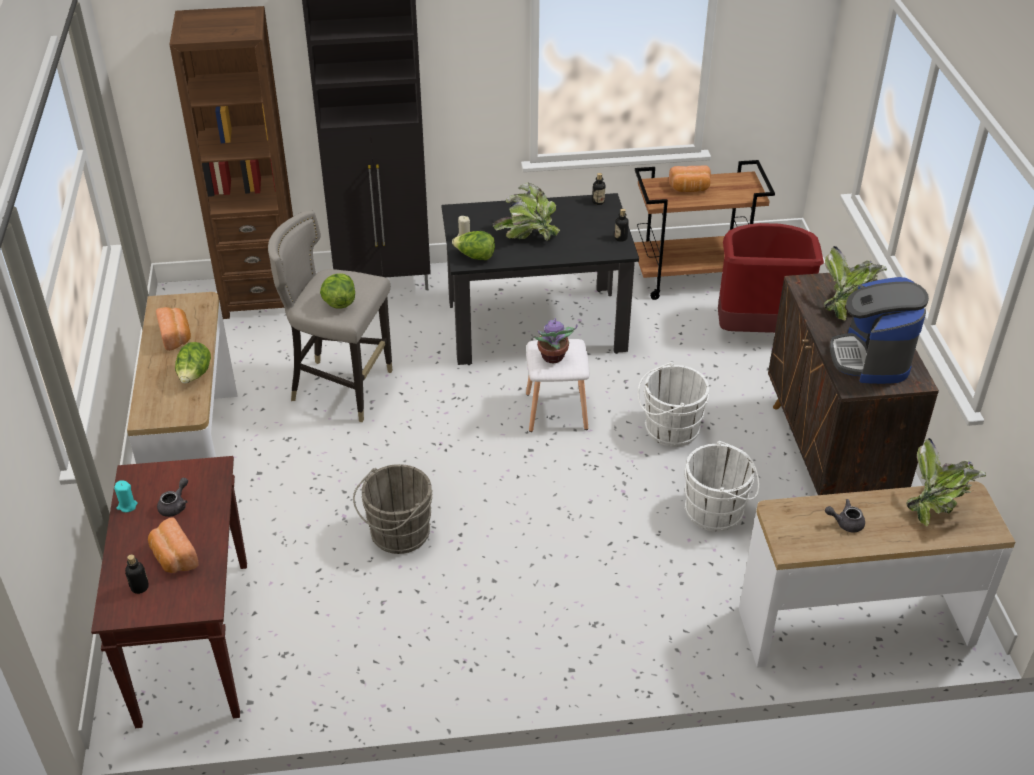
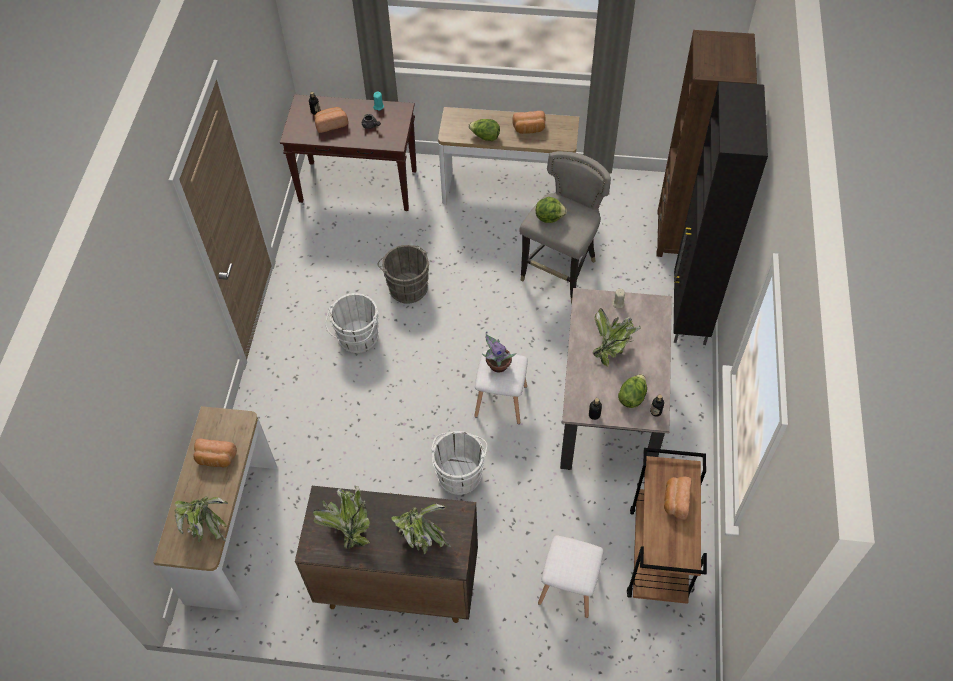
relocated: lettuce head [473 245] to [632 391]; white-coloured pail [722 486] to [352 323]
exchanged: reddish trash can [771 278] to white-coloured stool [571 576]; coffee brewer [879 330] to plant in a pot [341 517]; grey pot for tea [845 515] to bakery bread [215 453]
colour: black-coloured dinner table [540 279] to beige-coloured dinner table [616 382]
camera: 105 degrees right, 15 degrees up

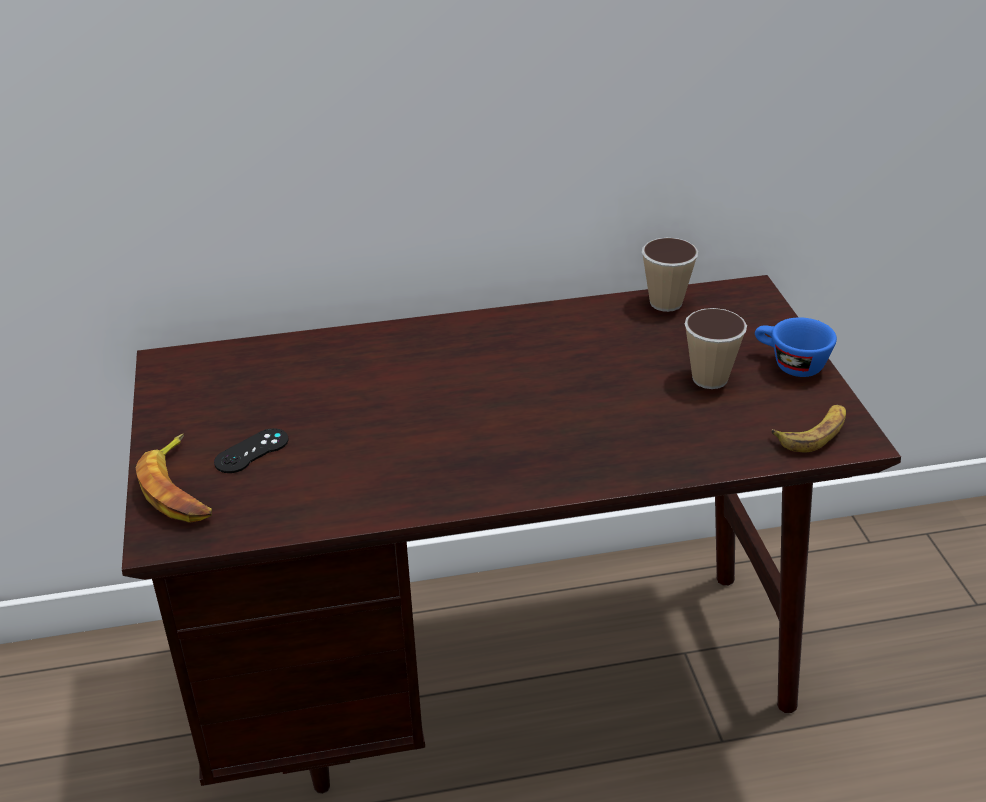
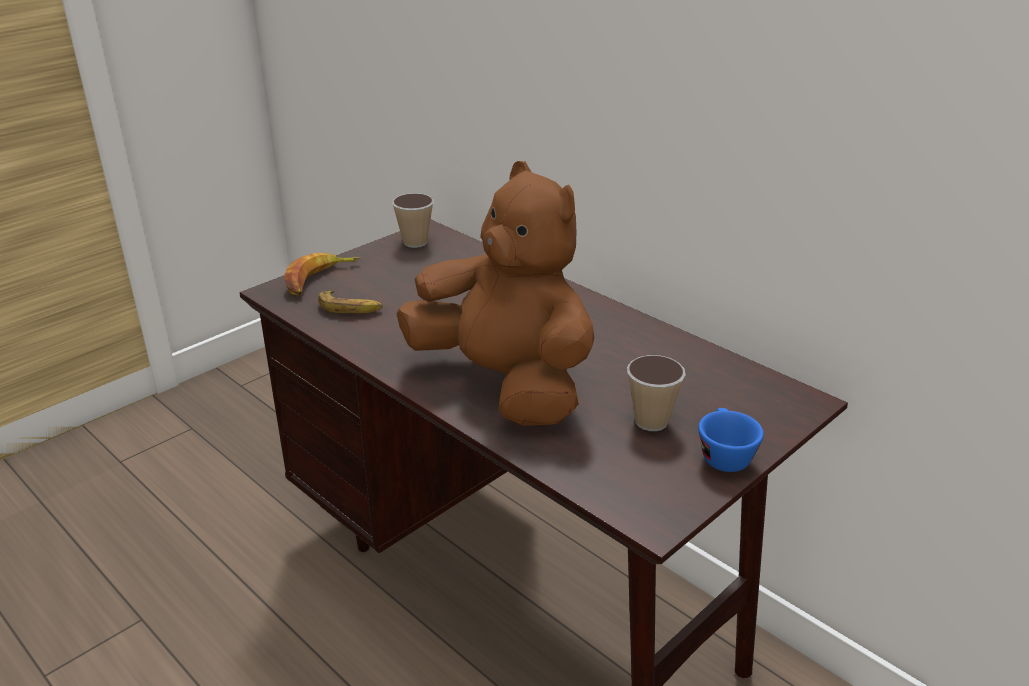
missing: black-coloured joypad [251 450]
appeared: brown-coloured cuddly toy [495 293]
relocated: drinking cup [670 275] to [413 220]; whole banana [809 429] to [350 301]
camera: 55 degrees right, 5 degrees down

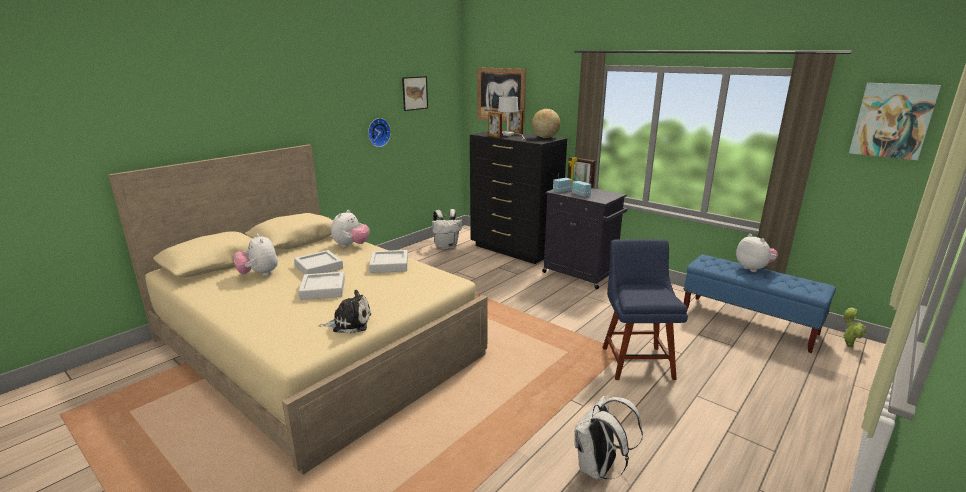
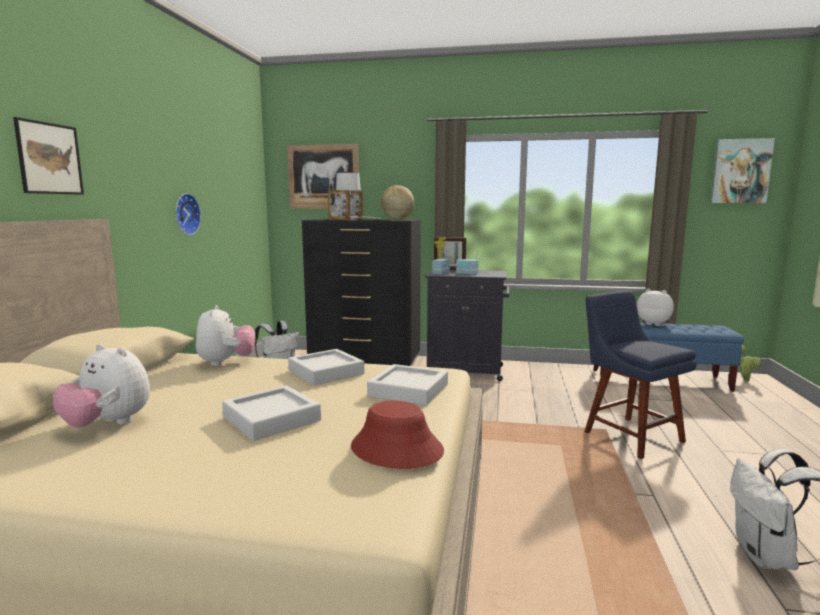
relocated: picture [415 93] to [48 156]; grey carrying tray [318 262] to [407 385]
exchanged: cuddly toy [345 312] to reddish wearable hat [397 435]
camera: 30 degrees left, 10 degrees down

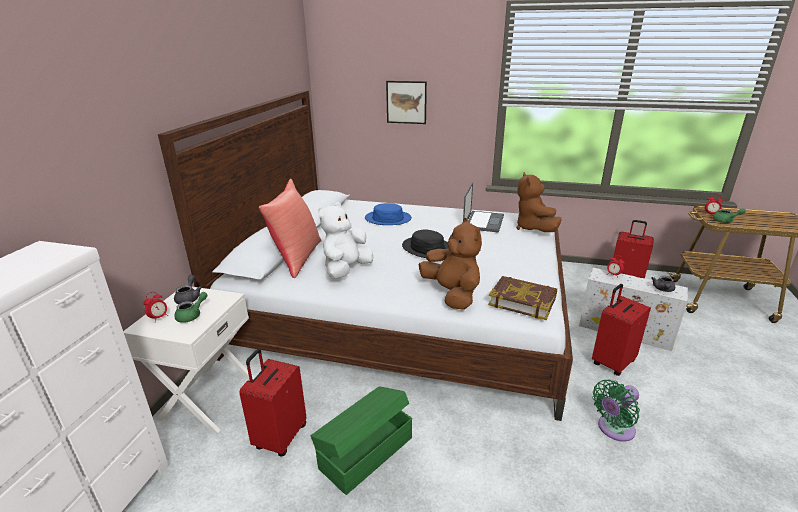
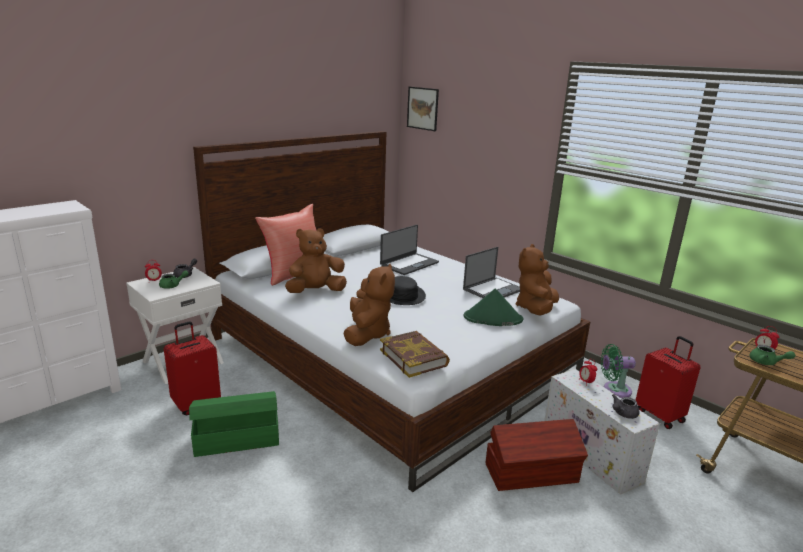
appeared: green wearable hat [493 307]
relocated: picture [406 102] to [423 109]; green electric fan [616 410] to [618 371]
exchanged: blue wearable hat [388 214] to laptop [409 250]; reddish piece of luggage [621 330] to brown-coloured storage bin [537 455]
colour: white-coloured cuddly toy [345 240] to brown-coloured cuddly toy [316 260]
camera: 30 degrees right, 5 degrees down

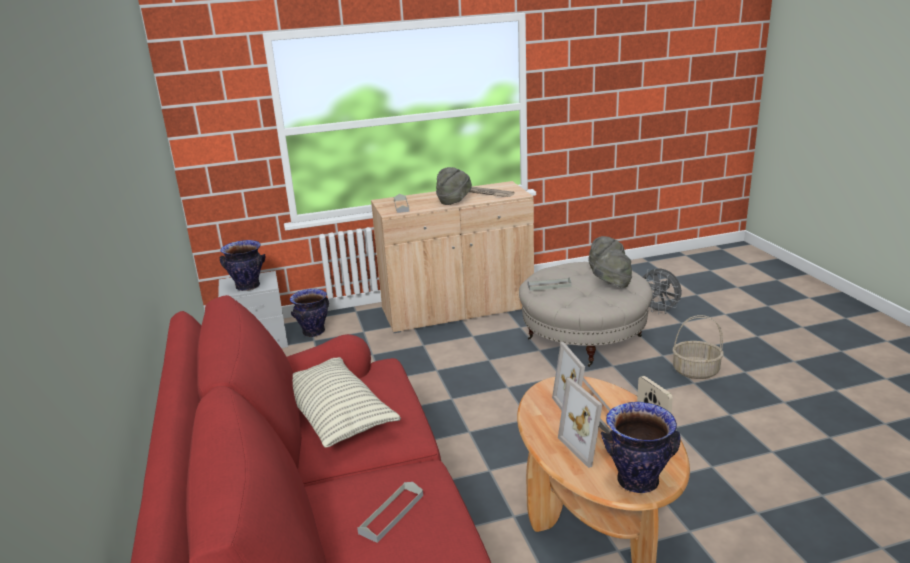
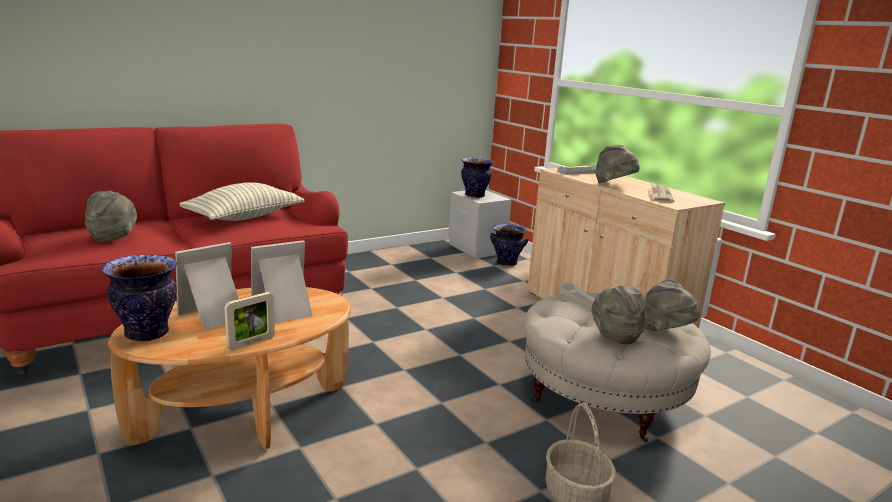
missing: grey electric fan [662 291]
exchanged: grey carrying tray [390 512] to grey wearable hat [111 216]
camera: 70 degrees right, 5 degrees down

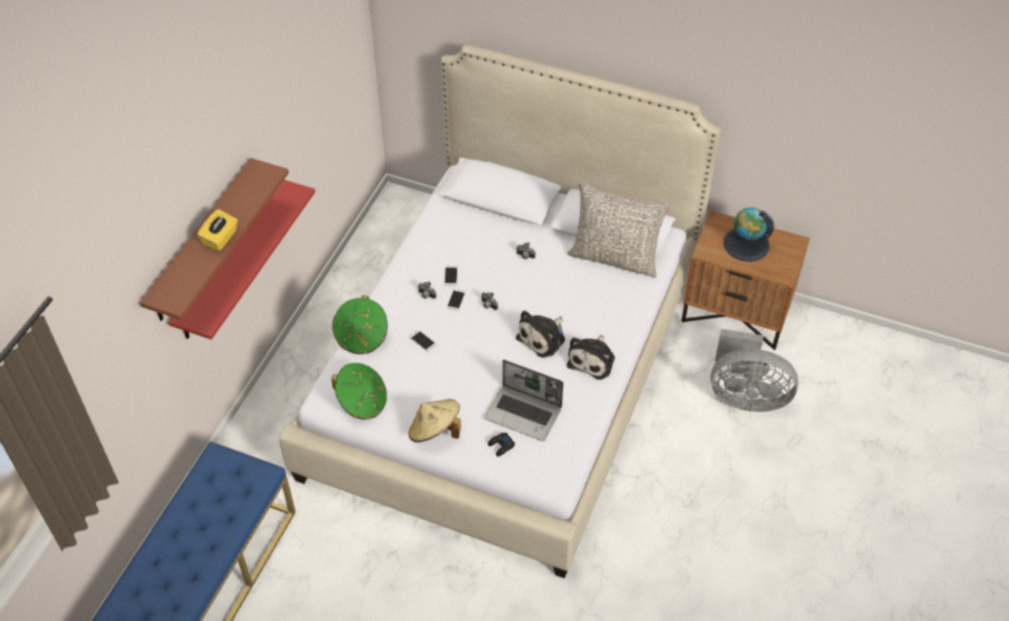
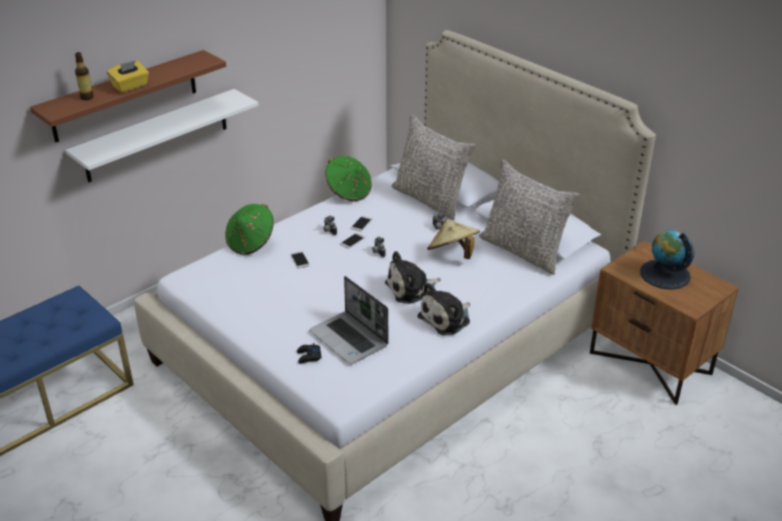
missing: grey electric fan [754 370]
appeared: beverage bottle [84 76]; grey pillow [433 167]
relocated: green wearable hat [359 391] to [348 178]; beige-coloured wearable hat [434 420] to [453 239]
colour: reddish bracket shelf [241 260] to white-coloured bracket shelf [162 135]
camera: 25 degrees right, 15 degrees down

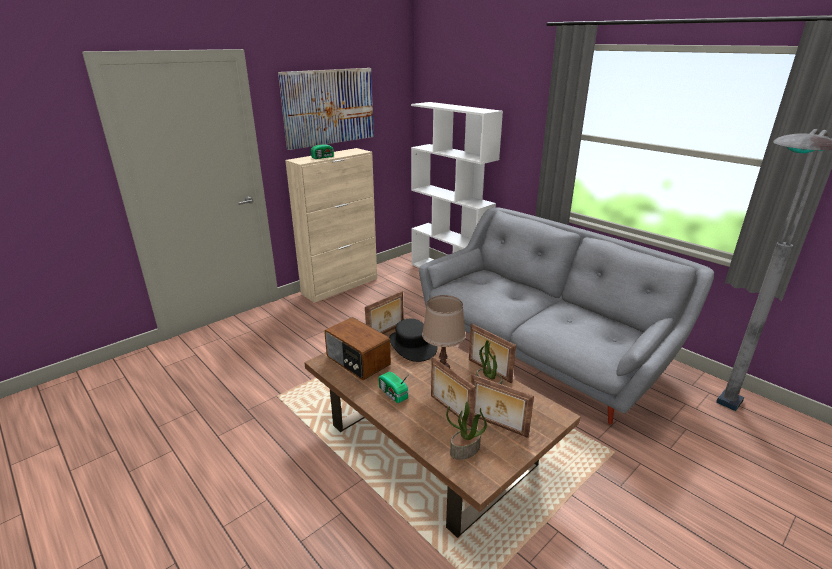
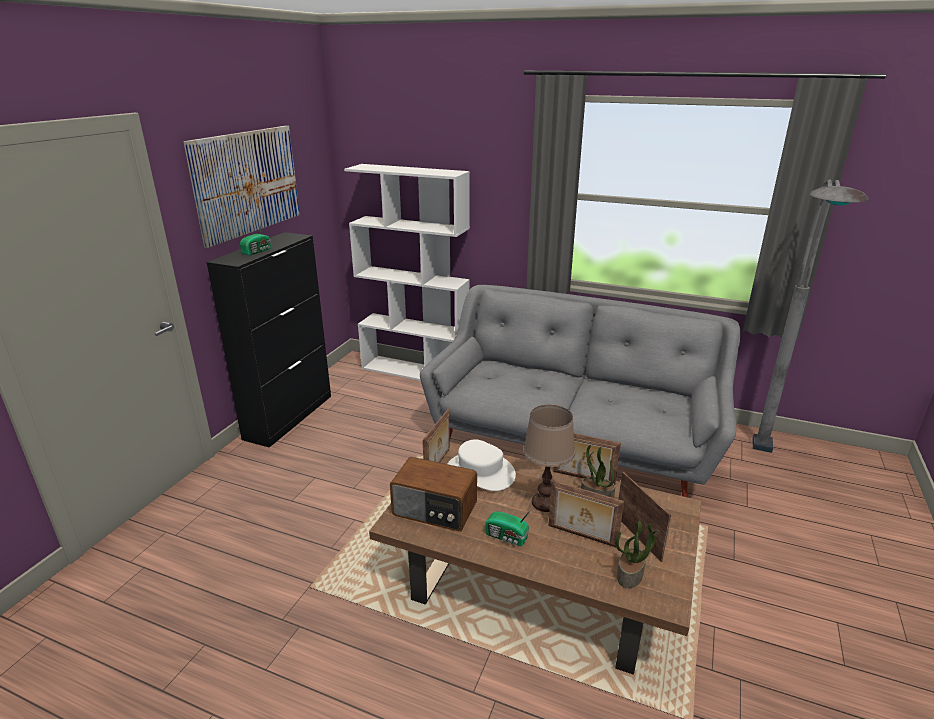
colour: beige-coloured cabinet [331 225] to black-coloured cabinet [269 340]; black-coloured wearable hat [413 340] to white-coloured wearable hat [482 465]
spun: picture frame [502 406] = [644 517] 120 degrees counterclockwise
camera: 25 degrees left, 0 degrees up

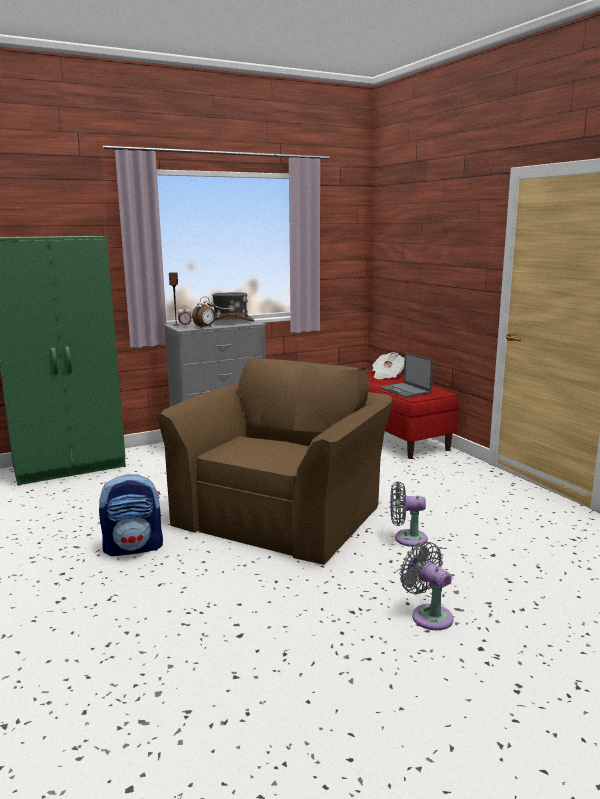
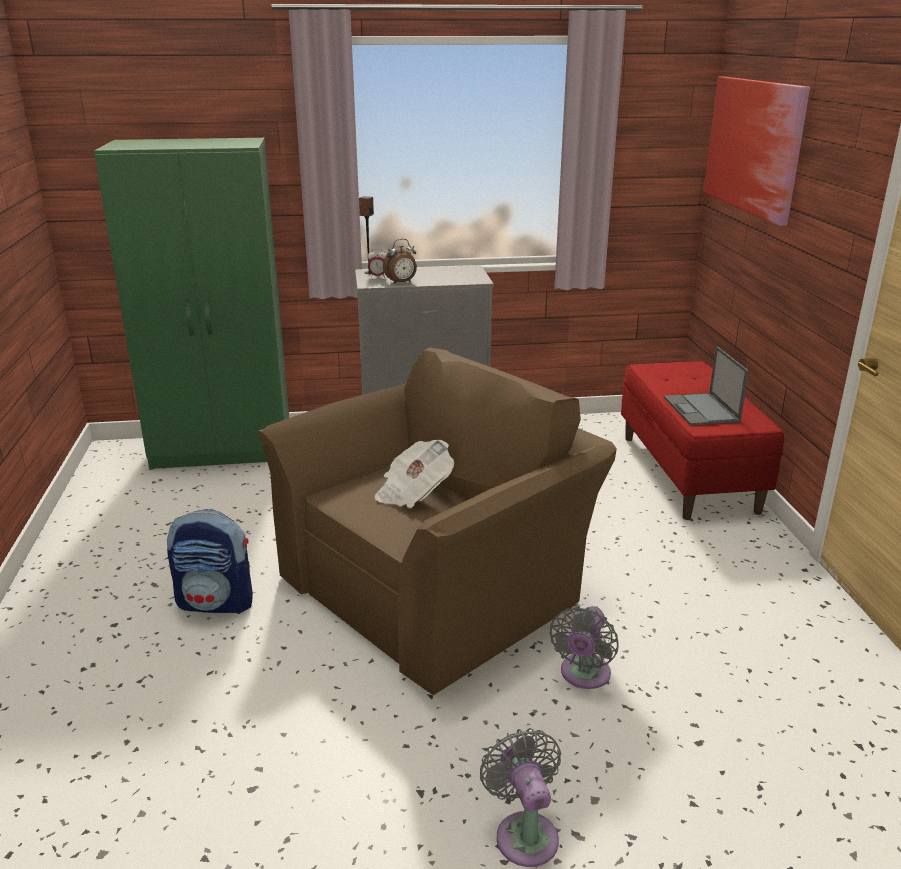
missing: grey wearable hat [233 307]
appeared: picture [757 151]
relocated: newspaper [388 365] to [414 474]
spun: grey electric fan [409 514] = [584 647] 90 degrees counterclockwise
camera: 20 degrees right, 10 degrees up

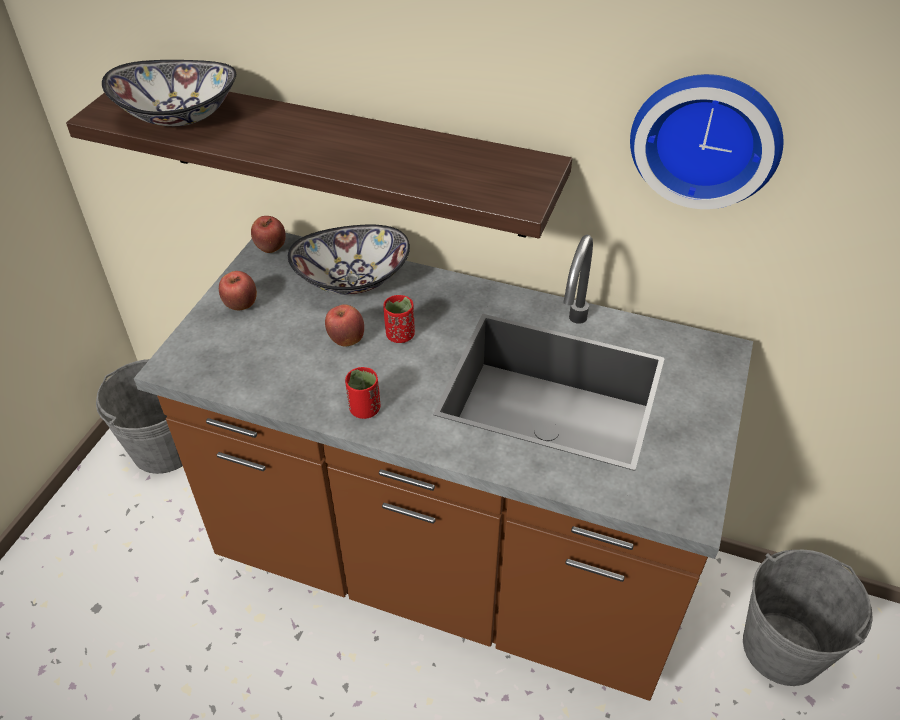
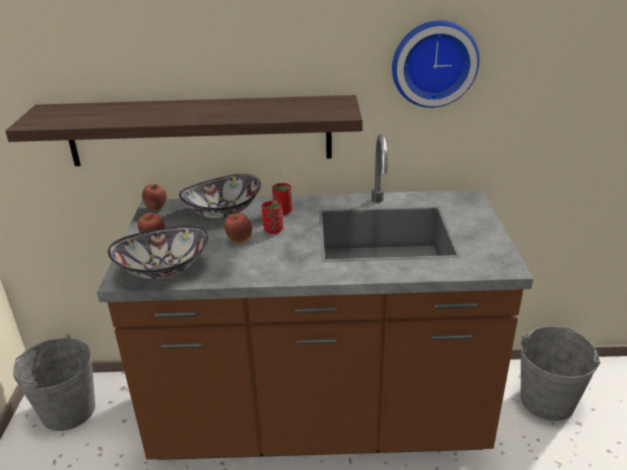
relocated: bowl [169 93] to [158 252]; reddish drinking cup [363 393] to [282 199]
camera: 20 degrees left, 15 degrees down

